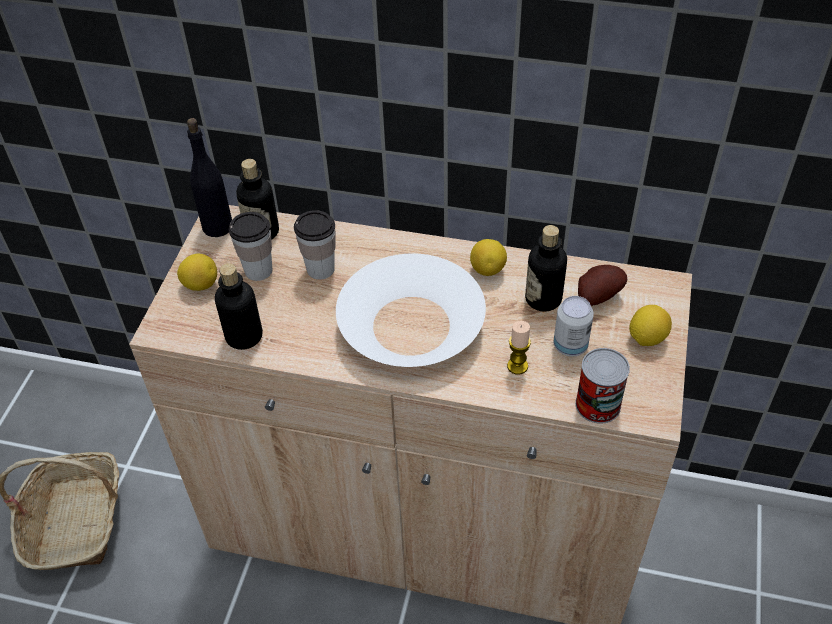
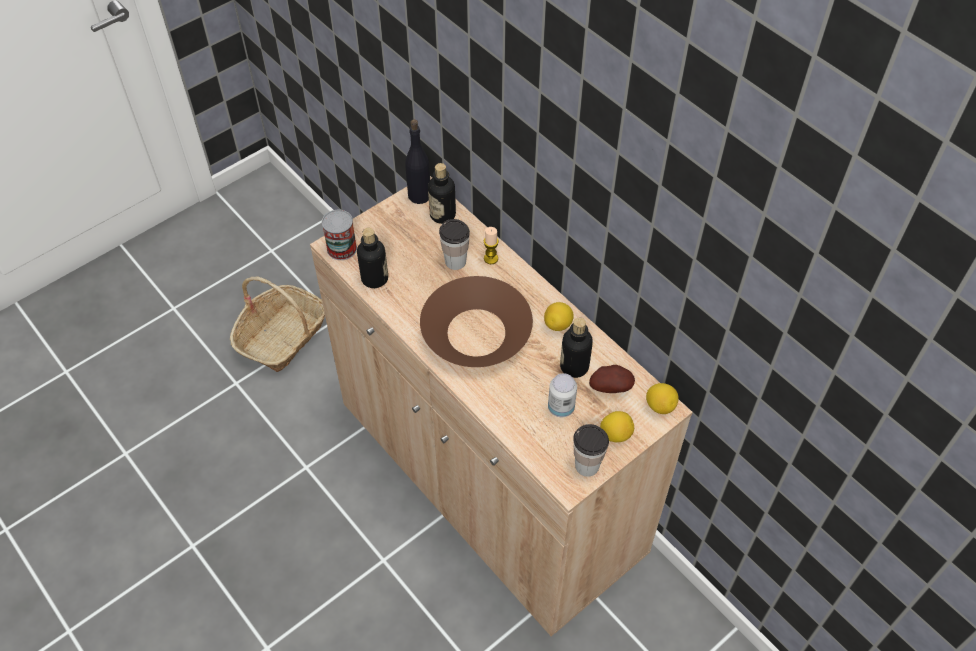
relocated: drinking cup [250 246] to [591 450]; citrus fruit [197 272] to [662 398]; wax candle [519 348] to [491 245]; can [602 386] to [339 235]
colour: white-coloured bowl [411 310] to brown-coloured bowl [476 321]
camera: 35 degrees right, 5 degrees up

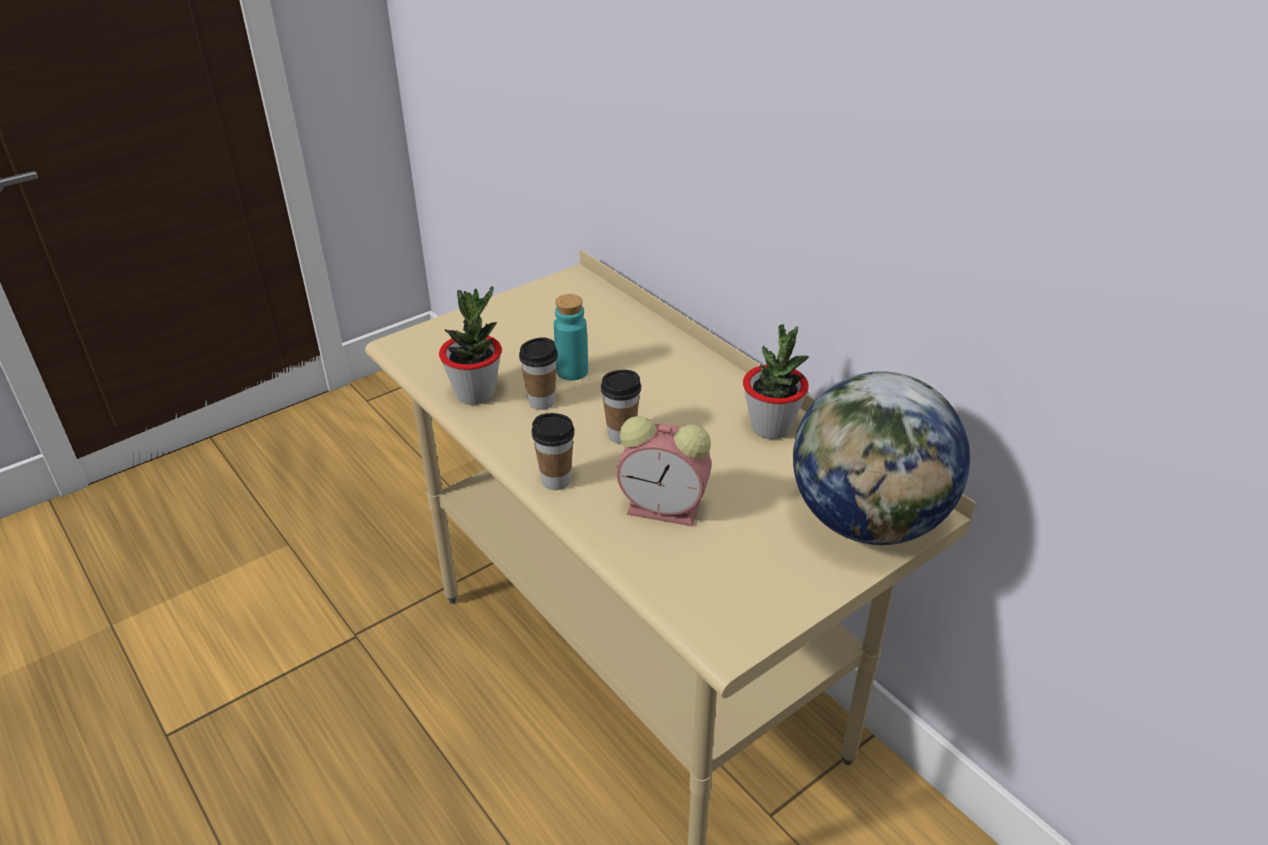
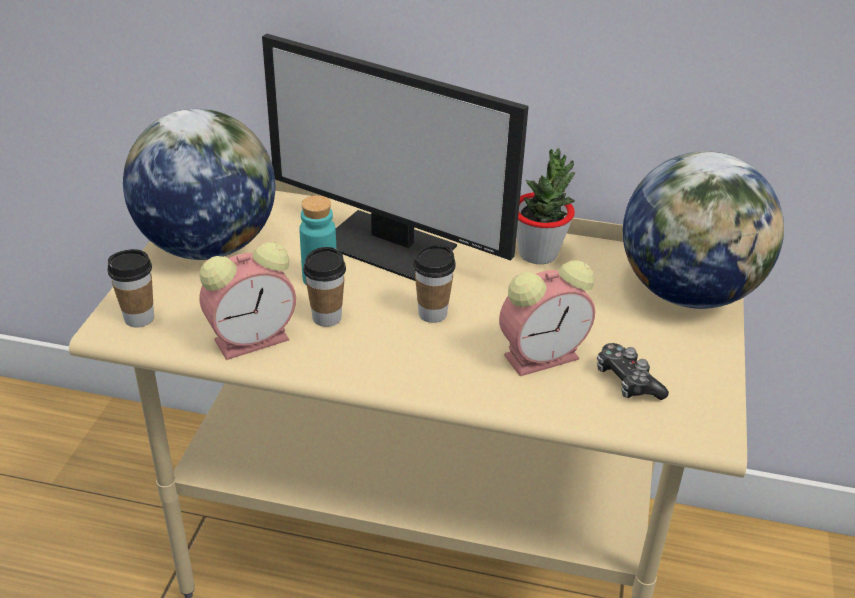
appeared: computer display [395 157]; desk globe [199 184]; joypad [633 371]
relocated: drinking cup [553 451] to [130 288]
exchanged: plant in a pot [470 345] to bedside clock [247 301]
camera: 40 degrees left, 0 degrees up

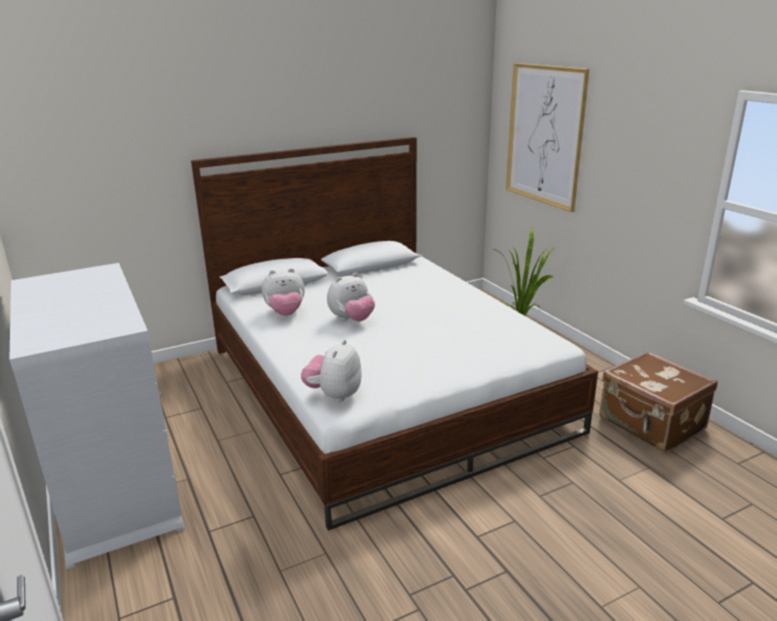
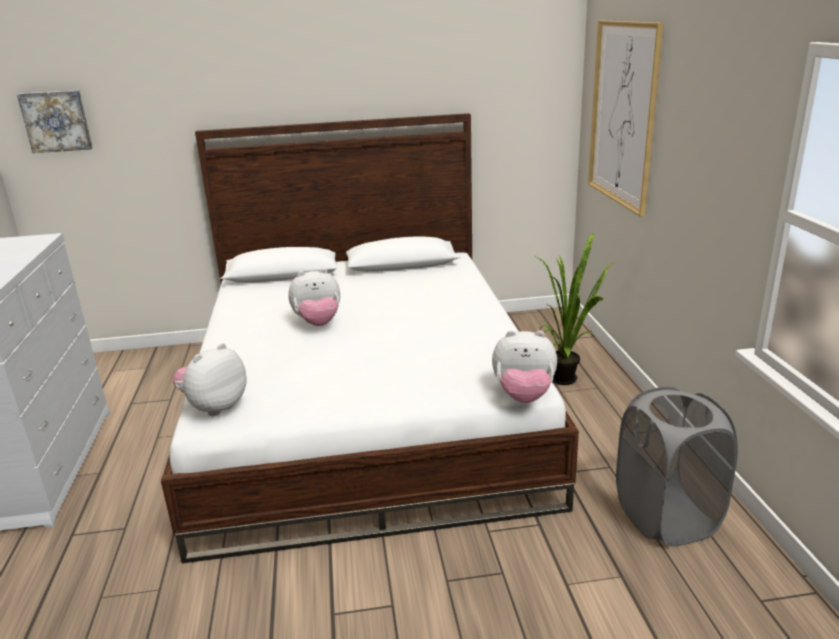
appeared: picture [55 121]
relocated: cuddly toy [283 292] to [524 366]
exchanged: brown-coloured piece of luggage [658 402] to grey washing basket [677 466]
camera: 20 degrees right, 0 degrees up

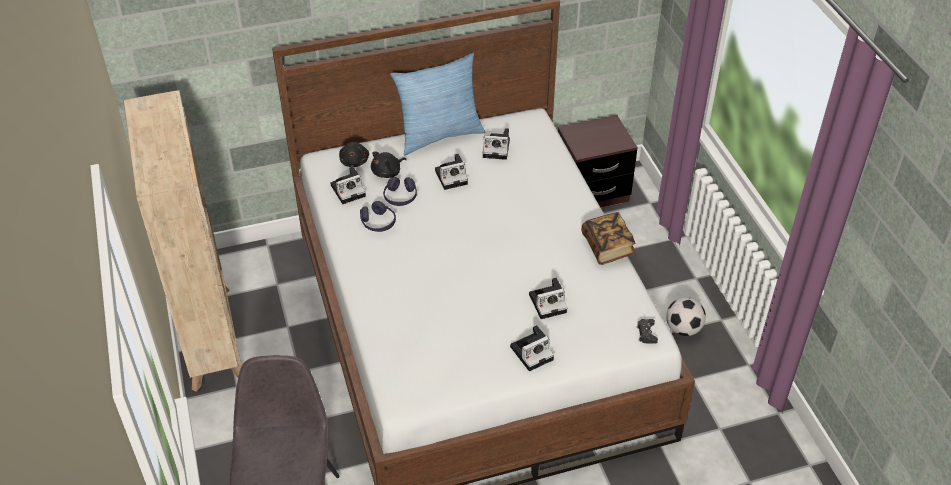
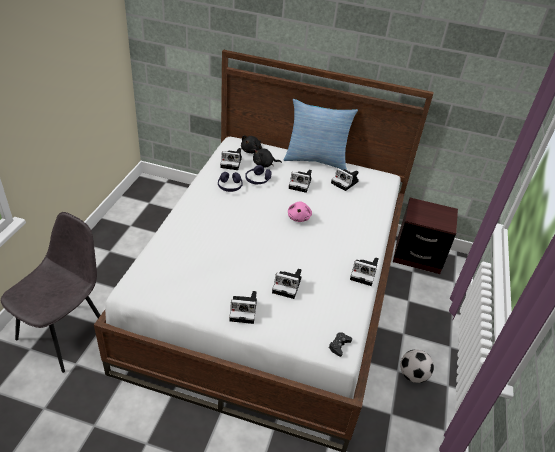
missing: beige-coloured shelving unit [182 241]
appeared: pink cuddly toy [300 212]
exchanged: bound book [608 238] to still camera [364 271]
camera: 30 degrees right, 5 degrees down

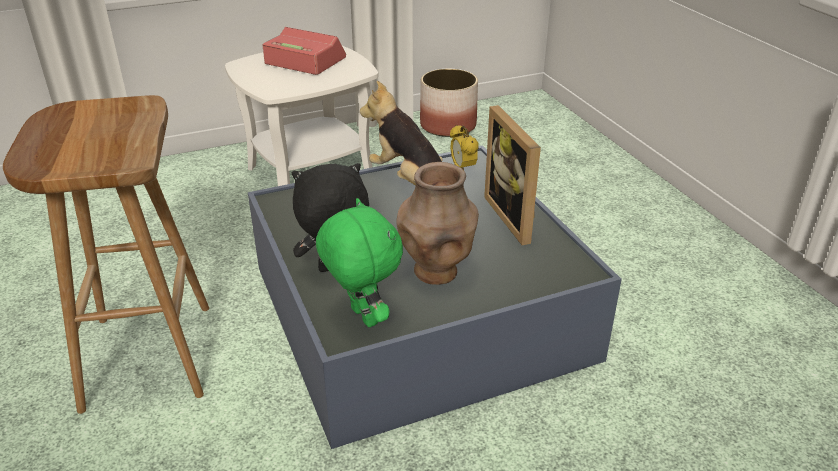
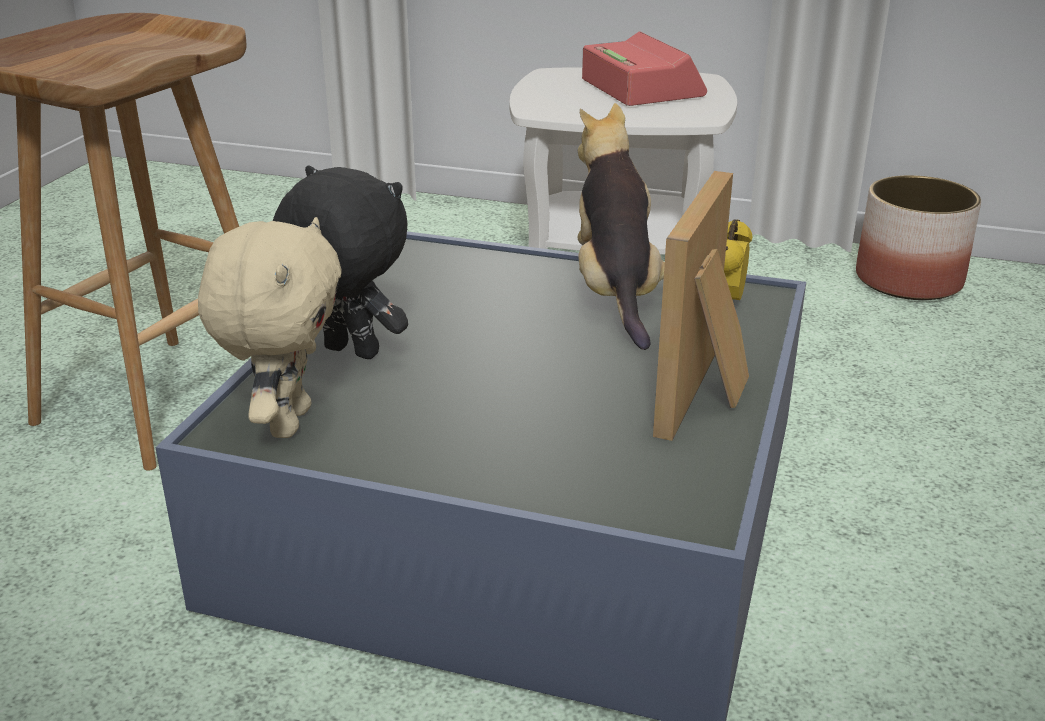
missing: brown-coloured flower vase [437 223]
colour: green cuddly toy [359 262] to beige-coloured cuddly toy [269 327]
camera: 40 degrees right, 5 degrees down

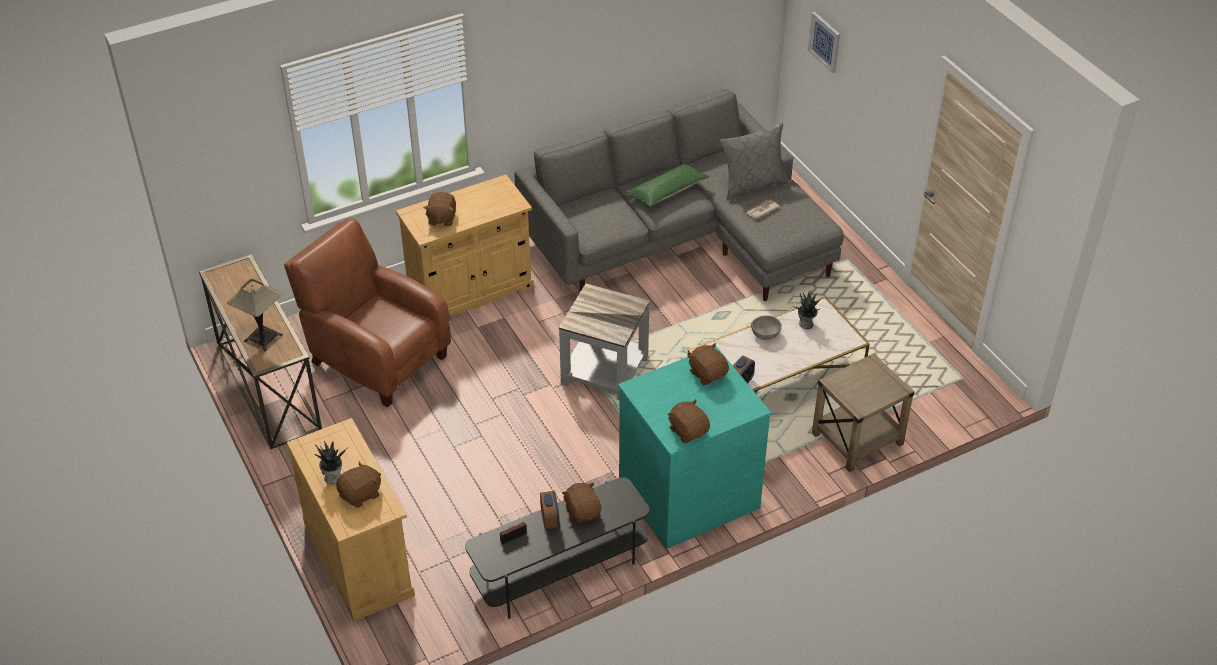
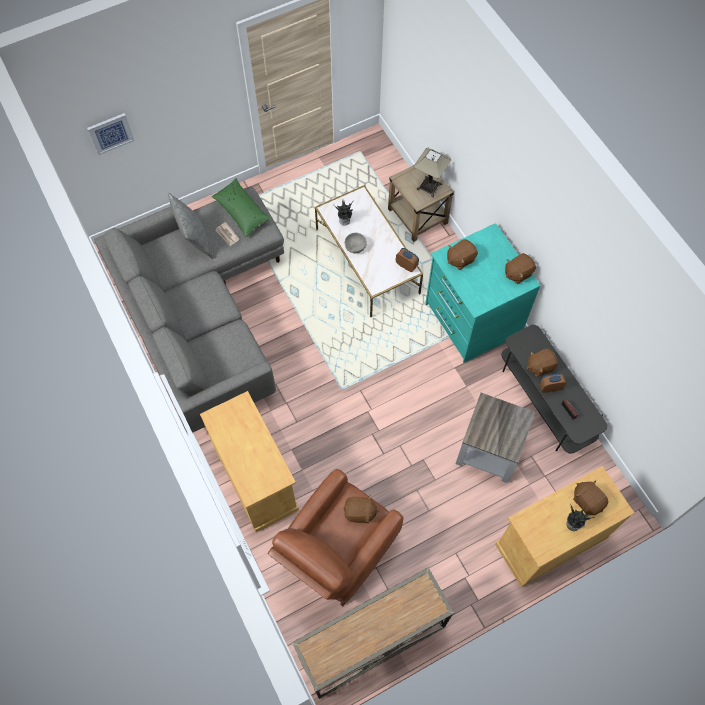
relocated: green pillow [668 184] to [241 207]; brown-coloured cuddly toy [440 209] to [361 509]; lamp for a table [255 315] to [432 172]; grey accent table [604 342] to [495 438]
camera: 90 degrees left, 20 degrees up

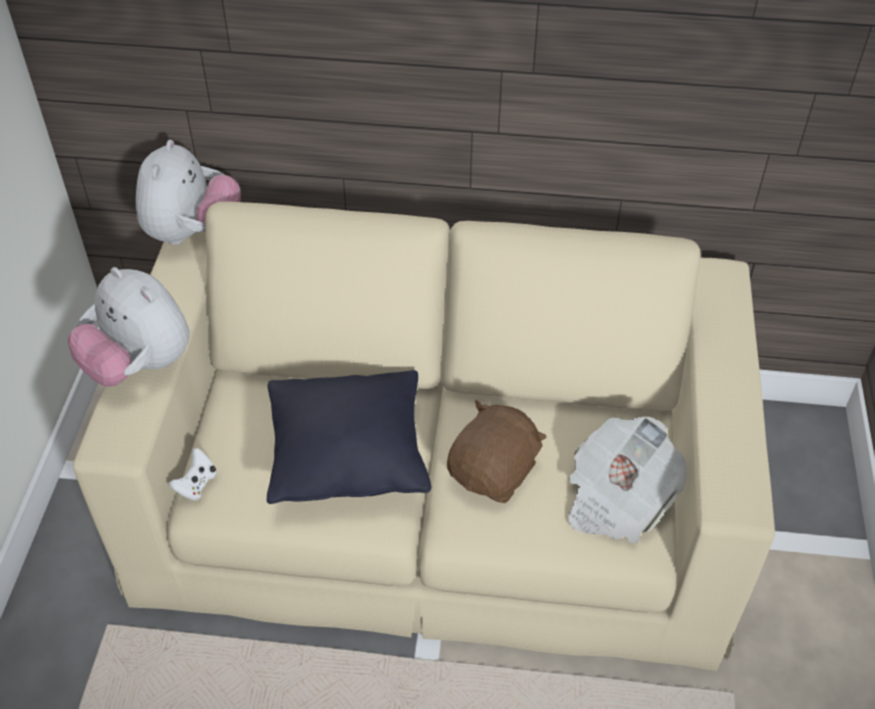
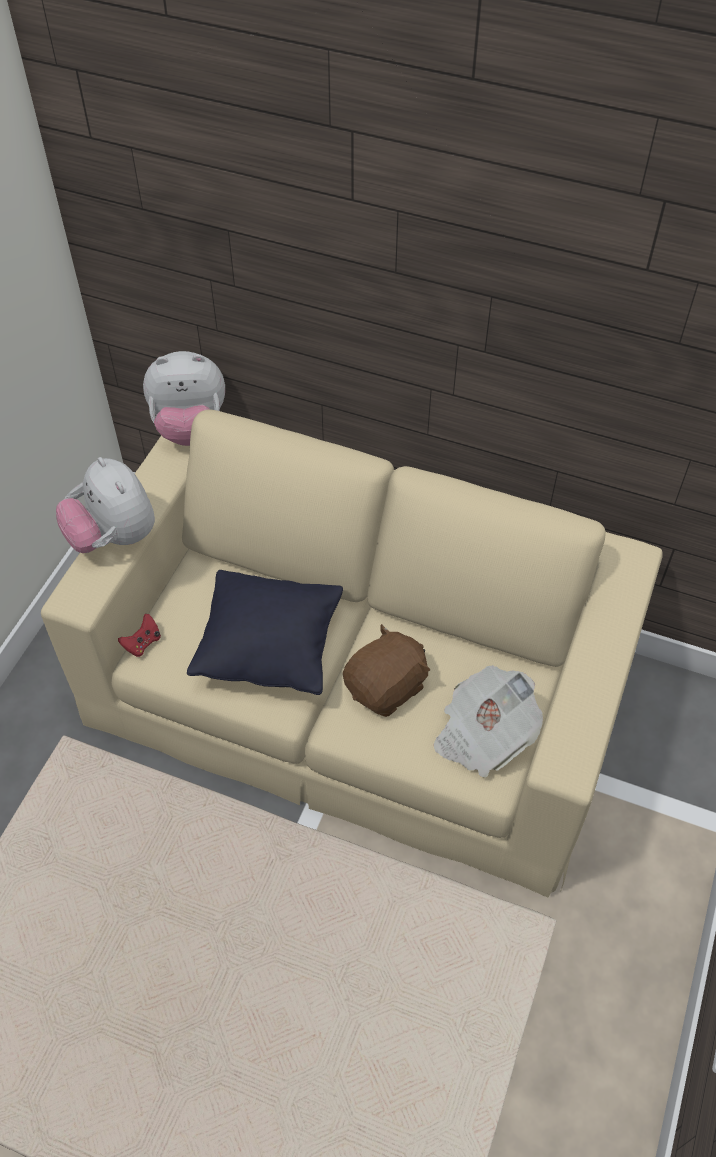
colour: white-coloured joypad [192 474] to reddish joypad [139 635]
spun: cuddly toy [188 192] = [184 398] 60 degrees clockwise
camera: 15 degrees right, 5 degrees up

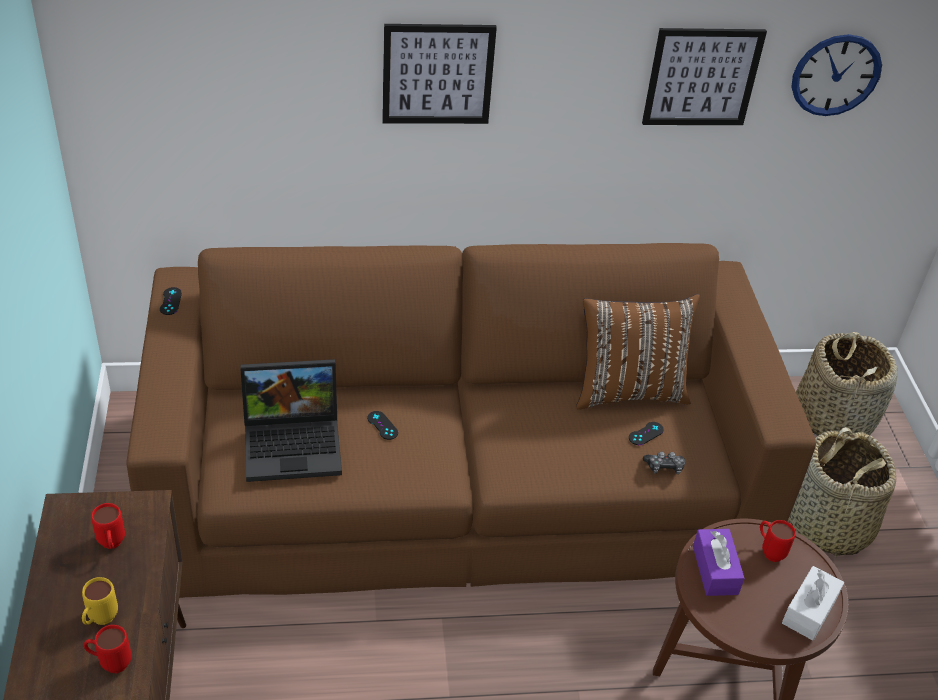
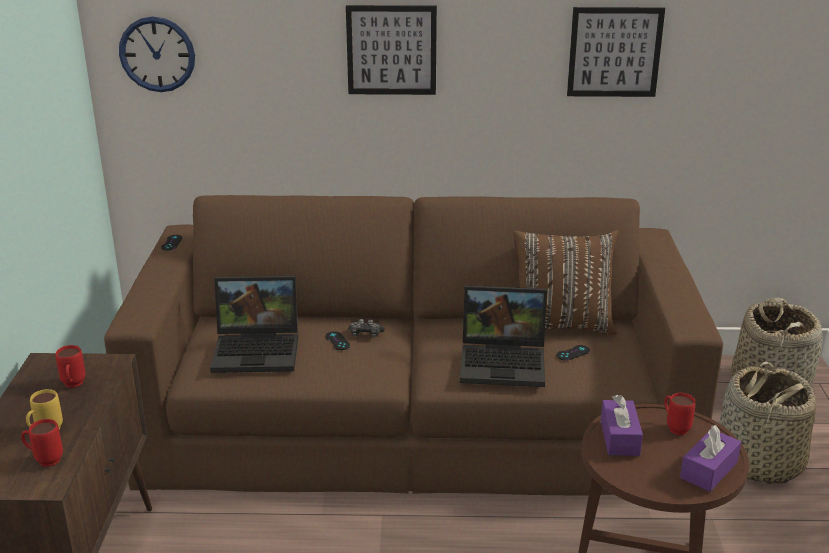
appeared: laptop [503 336]
relocated: clock on the wall [836 75] to [157 54]; joypad [664 462] to [367 328]
colour: white-coloured tissue holder [813 603] to purple-coloured tissue holder [710 458]
camera: 10 degrees right, 15 degrees down

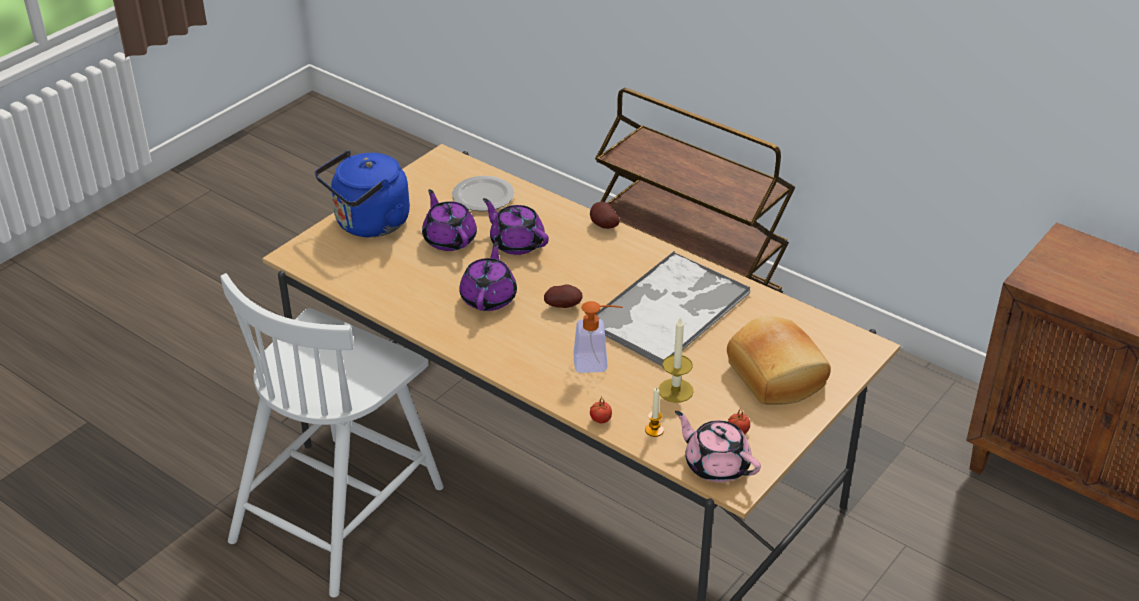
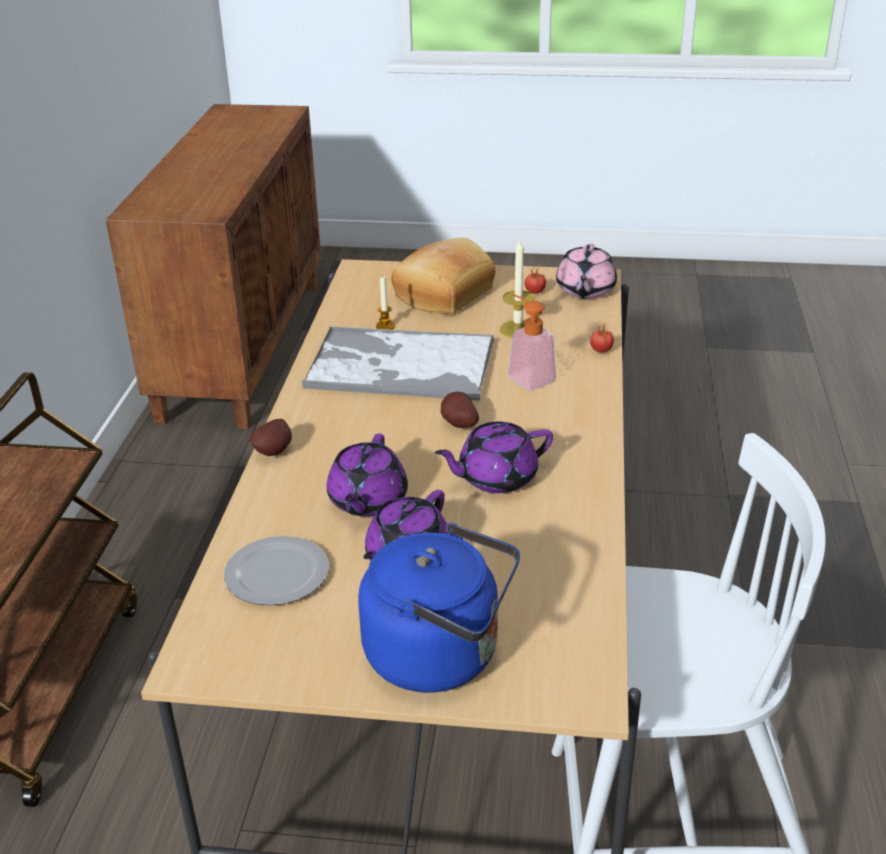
relocated: wax candle [654 412] to [385 303]
camera: 120 degrees left, 5 degrees down

